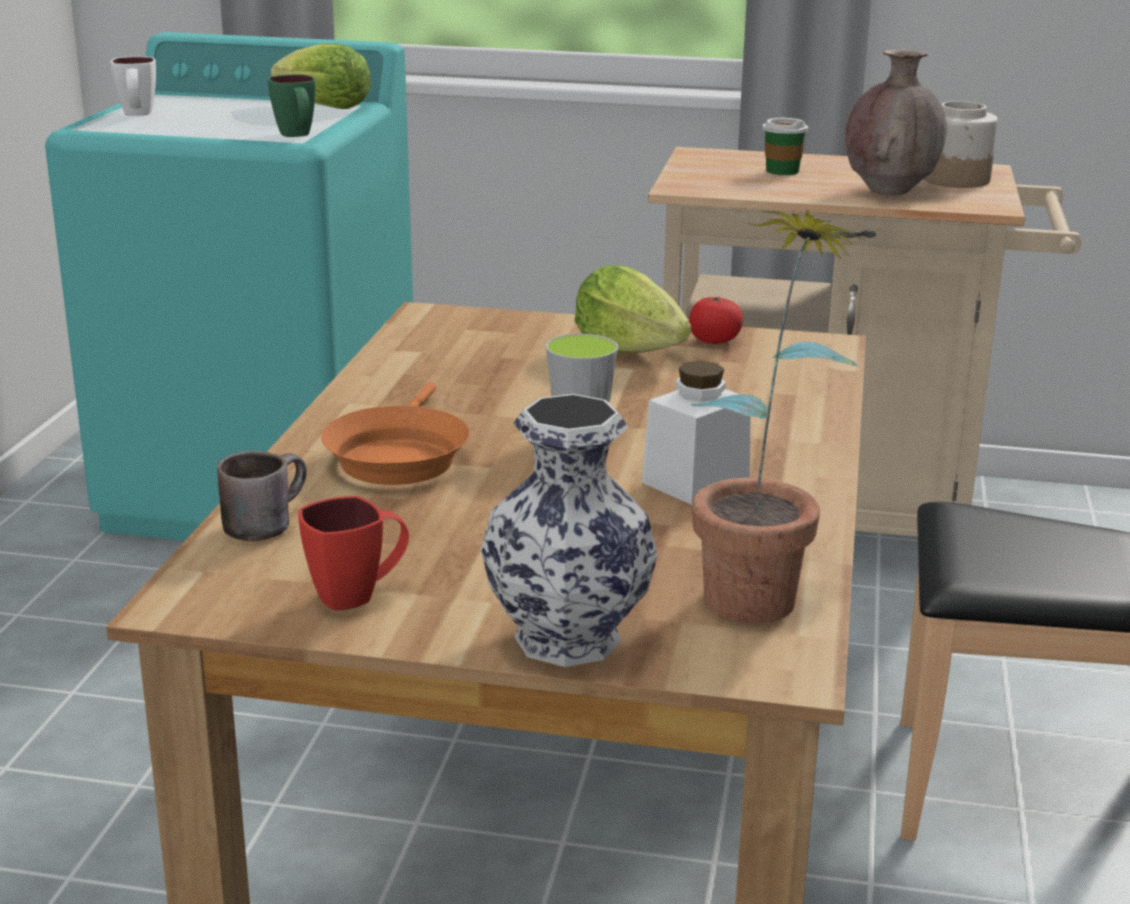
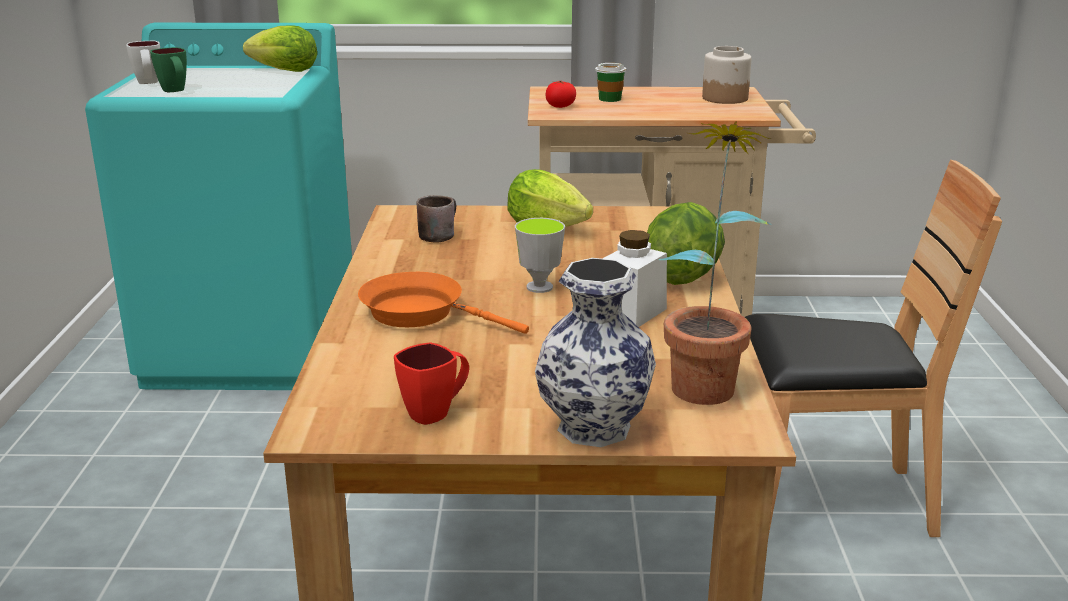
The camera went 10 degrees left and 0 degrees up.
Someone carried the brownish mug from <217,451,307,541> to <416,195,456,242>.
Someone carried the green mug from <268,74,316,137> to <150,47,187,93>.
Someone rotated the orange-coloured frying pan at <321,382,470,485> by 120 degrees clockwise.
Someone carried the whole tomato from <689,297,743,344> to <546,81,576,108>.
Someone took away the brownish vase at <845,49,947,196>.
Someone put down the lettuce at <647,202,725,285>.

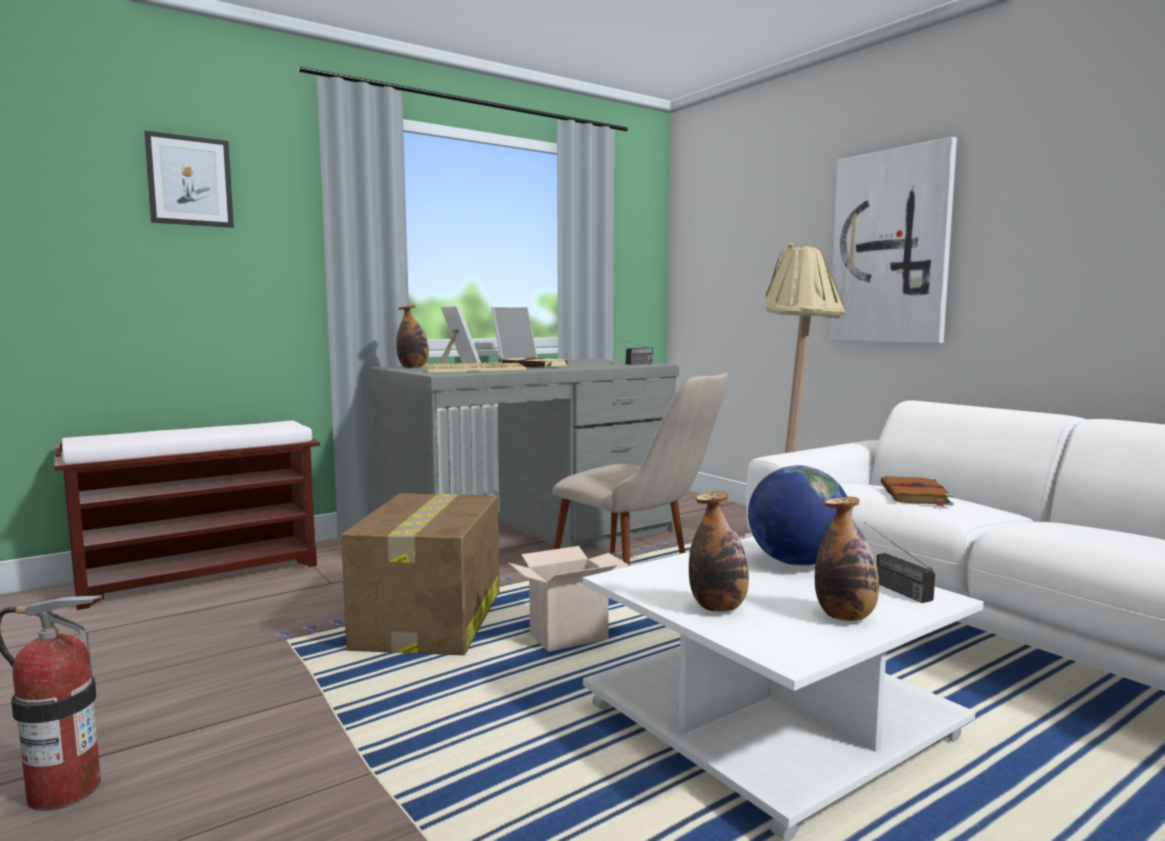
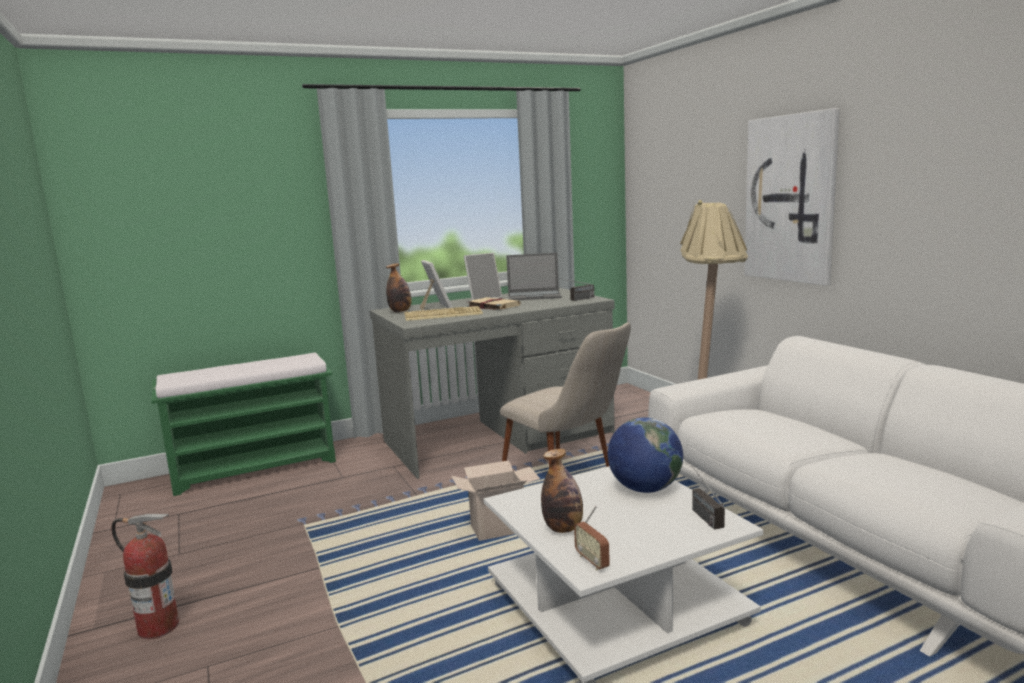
The camera went 10 degrees right and 5 degrees up.
Someone repainted the brownish long seat at <54,420,320,610>, which became the green long seat at <151,352,336,496>.
Someone took away the picture at <144,131,234,228>.
Someone took away the carton at <341,493,499,655>.
Someone took away the beverage bottle at <815,497,879,621>.
Someone took away the brownish volume at <881,476,954,507>.
Someone put down the notebook computer at <506,253,562,300>.
Someone put down the radio receiver at <574,506,610,570>.

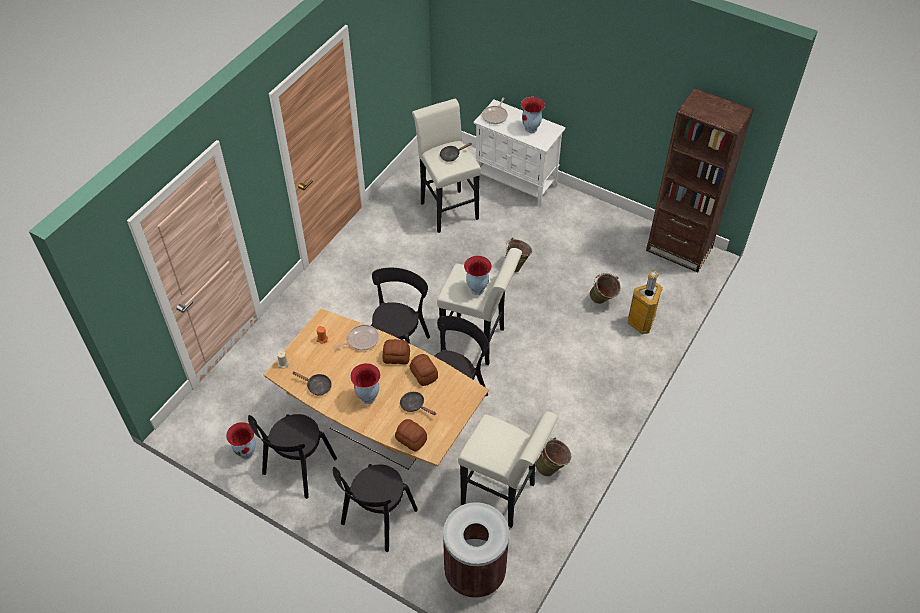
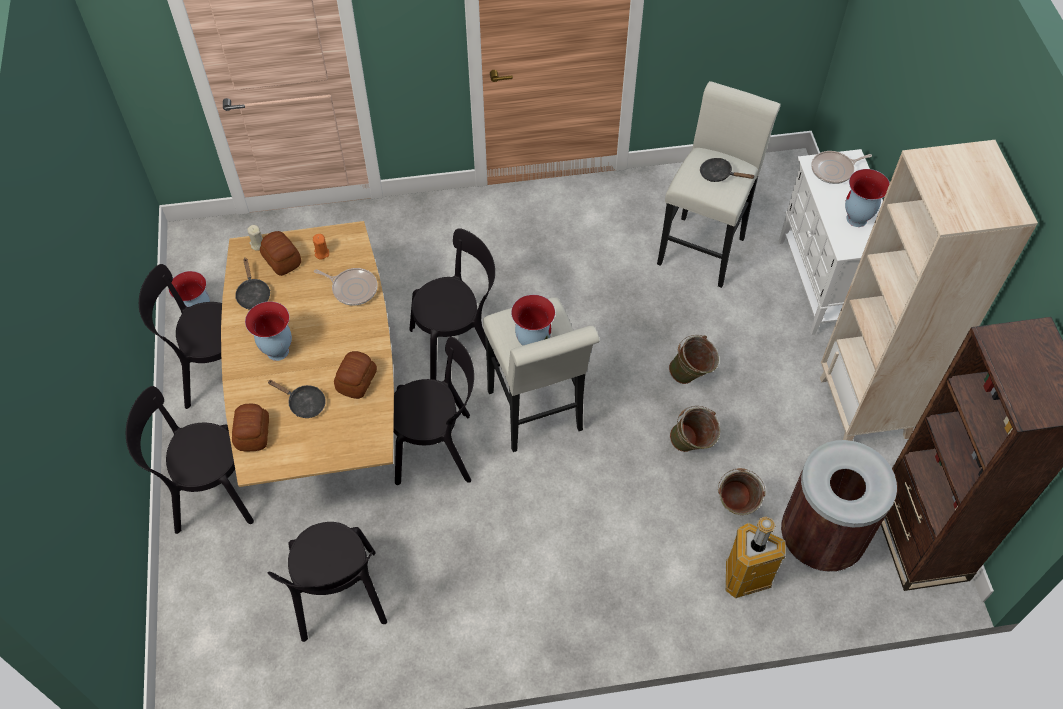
The camera went 50 degrees right and 5 degrees up.
Someone carried the baked bread from <383,339,410,365> to <260,231,301,276>.
Someone rotated the black-coloured frying pan at <400,392,436,415> by 120 degrees clockwise.
Someone carried the brownish trash can from <443,502,509,598> to <781,440,897,572>.
Someone swapped the whitish stool at <458,412,558,528> for the black-coloured upright chair at <268,522,387,642>.
Someone carried the green water bucket from <536,437,572,477> to <670,406,720,452>.
Someone put down the beige-coloured bookcase at <820,140,1038,441>.

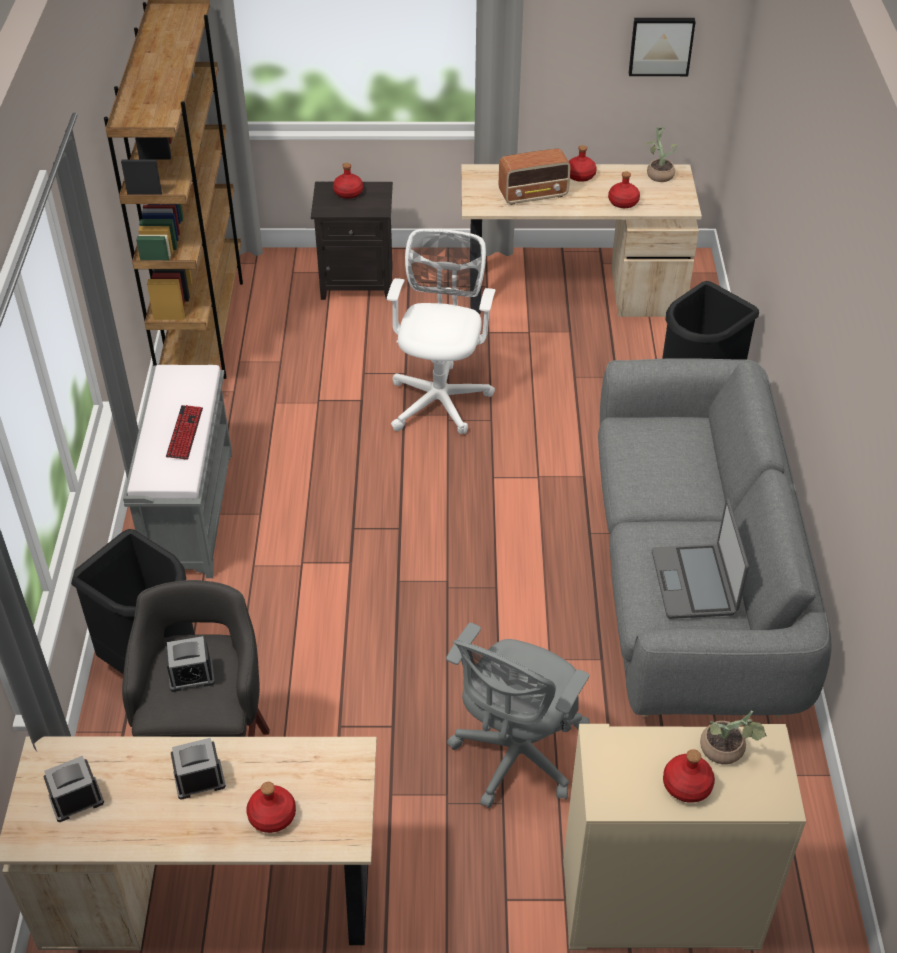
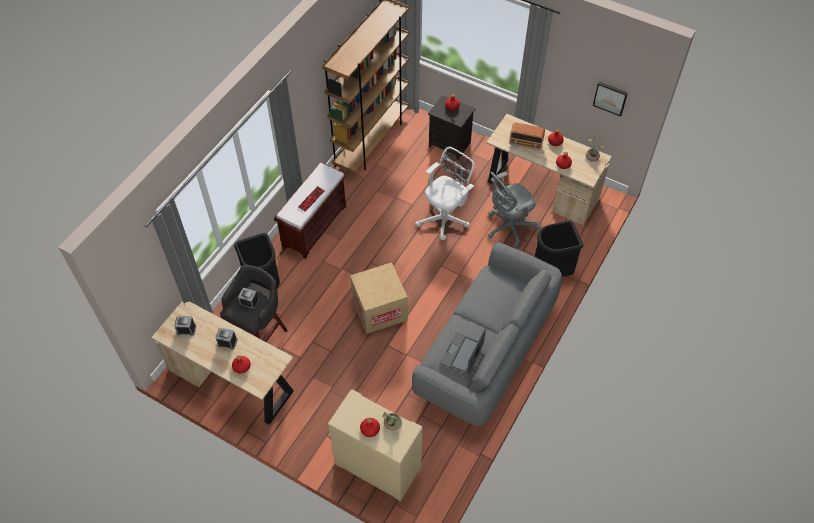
The camera went 30 degrees right and 10 degrees up.
Someone repainted the grey long seat at <123,365,232,578>, which became the brownish long seat at <274,162,346,259>.
Someone carried the grey office chair from <446,623,590,808> to <487,171,541,247>.
Someone put down the carton at <350,262,408,334>.

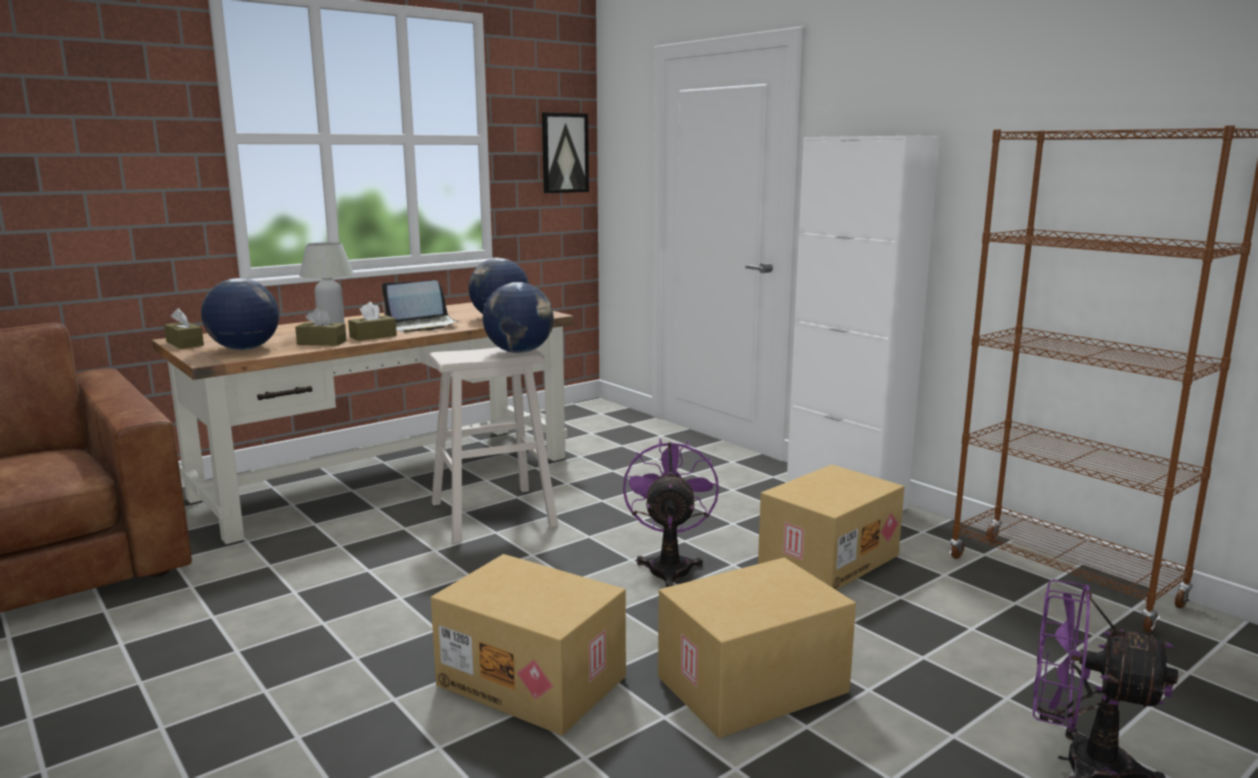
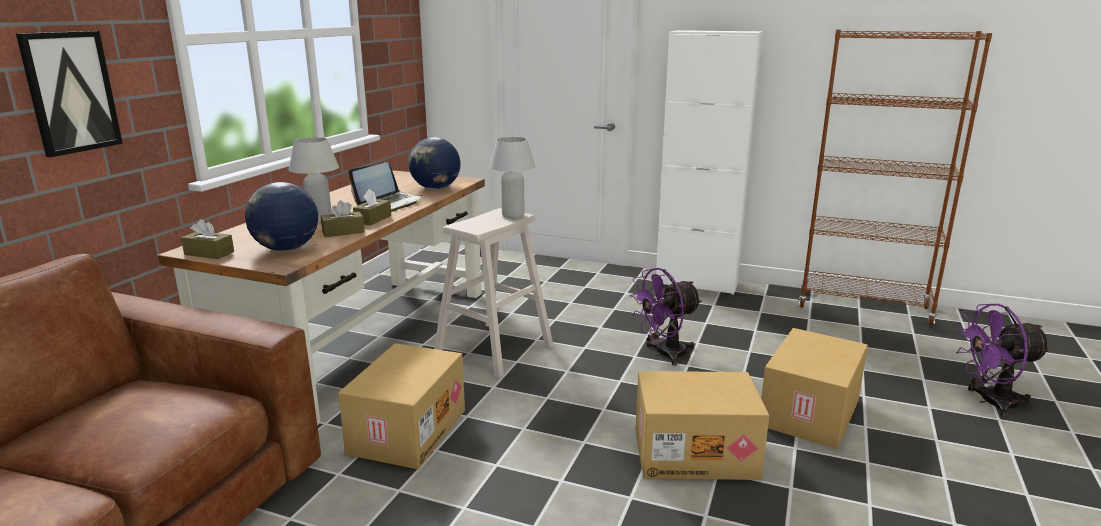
The camera went 30 degrees left and 5 degrees up.
Someone swapped the globe at <483,282,554,353> for the whitish tabletop lamp at <489,137,535,218>.
Someone carried the picture from <542,112,589,193> to <16,31,123,157>.
Someone rotated the purple-coloured electric fan at <623,438,719,588> by 90 degrees counterclockwise.
Someone carried the carton from <758,465,904,590> to <338,343,465,469>.

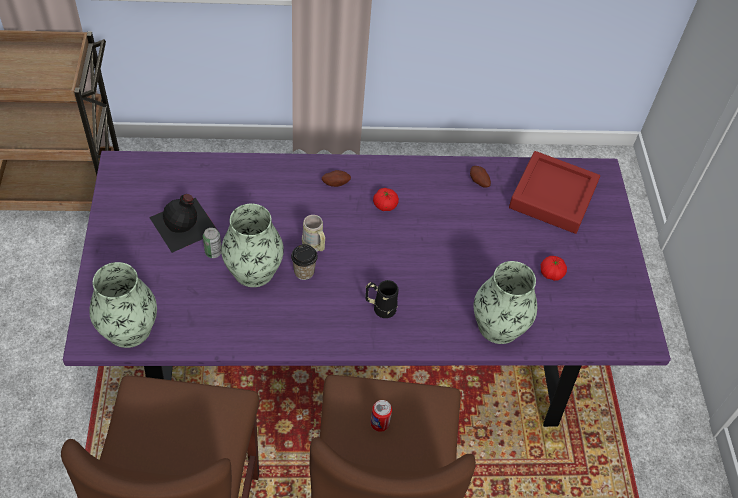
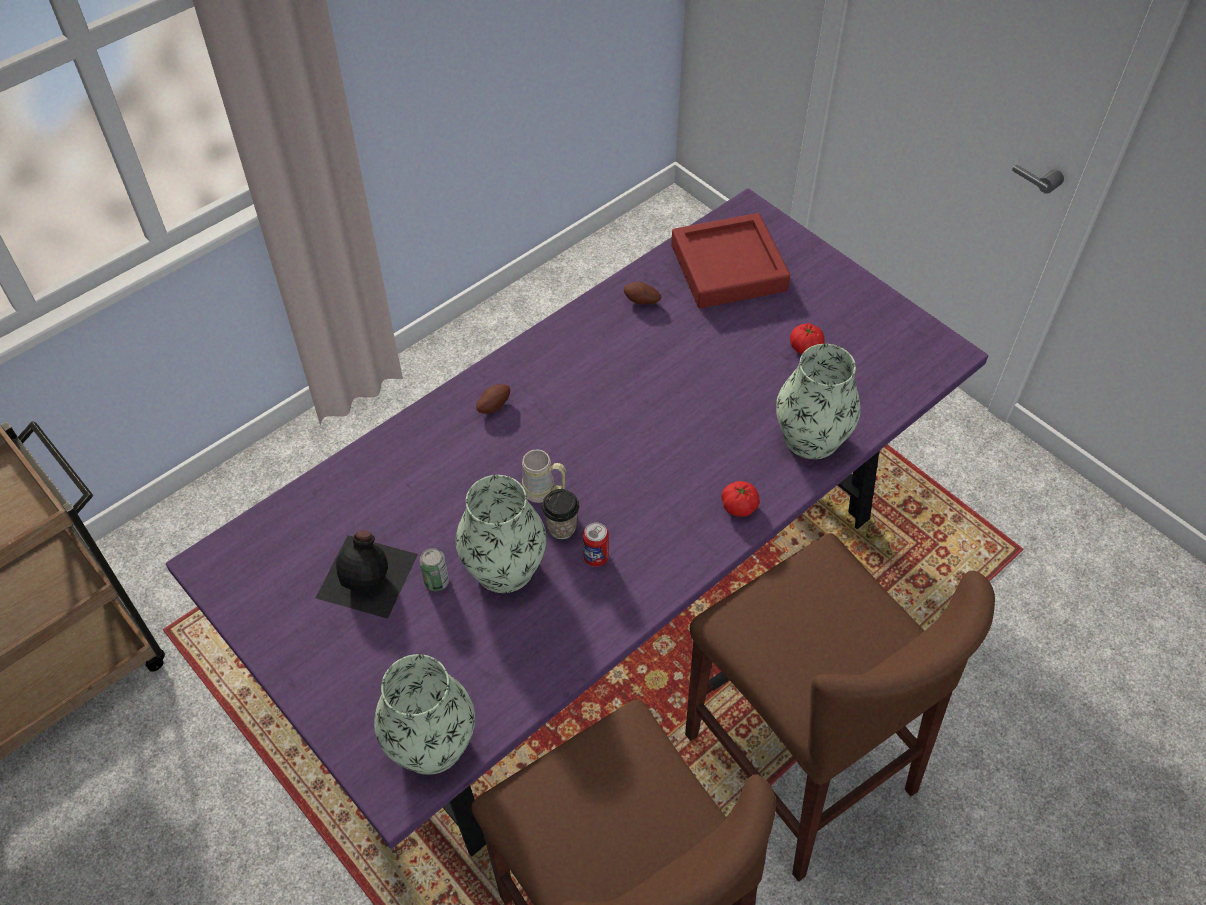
The camera went 35 degrees left and 0 degrees up.
Someone took away the black-coloured mug at <365,280,398,318>.
Someone carried the sealed can from <370,400,392,432> to <583,522,609,567>.
Someone carried the whole tomato from <373,188,399,211> to <721,481,760,517>.

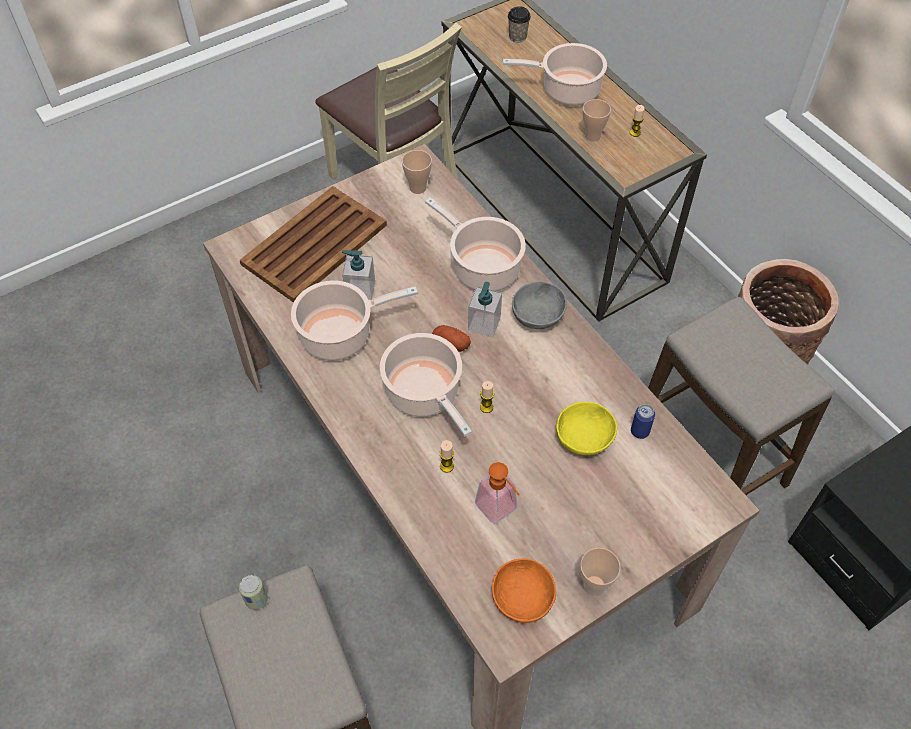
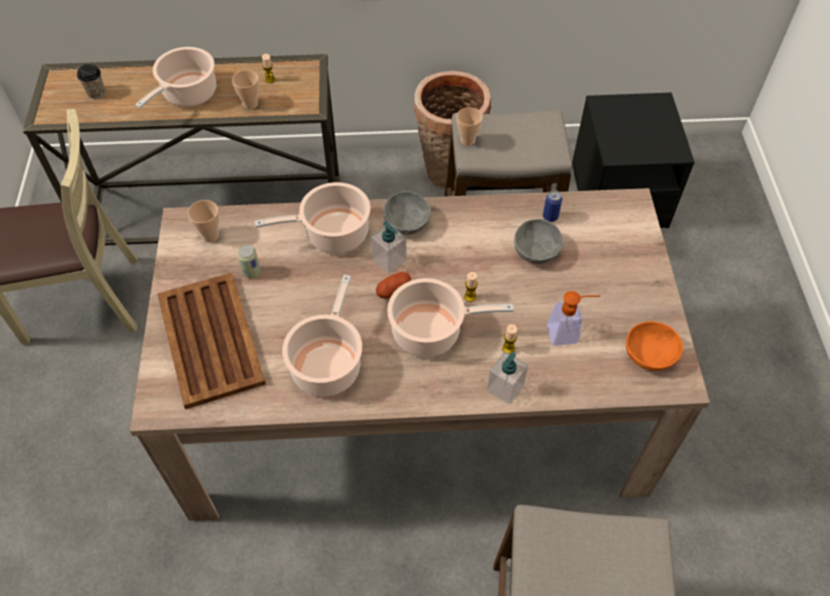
The camera went 60 degrees left and 0 degrees up.
Someone carried the sealed can from <239,575,268,610> to <237,245,260,278>.
Someone carried the soap bottle from <342,250,375,300> to <487,352,528,405>.
Someone repainted the yellowish deep dish at <556,402,617,456>, which became the grey deep dish at <514,219,563,264>.
Someone carried the small cup from <580,548,621,596> to <457,107,483,146>.

